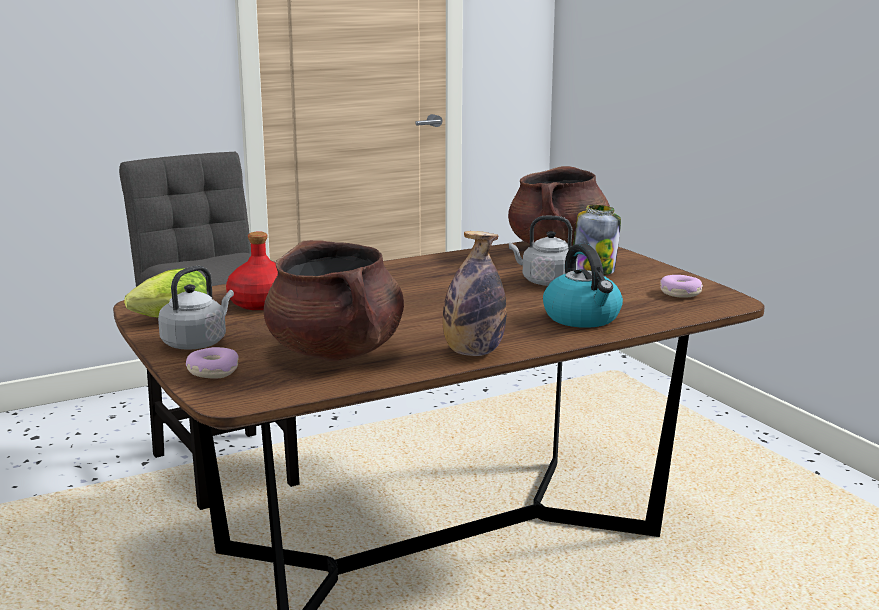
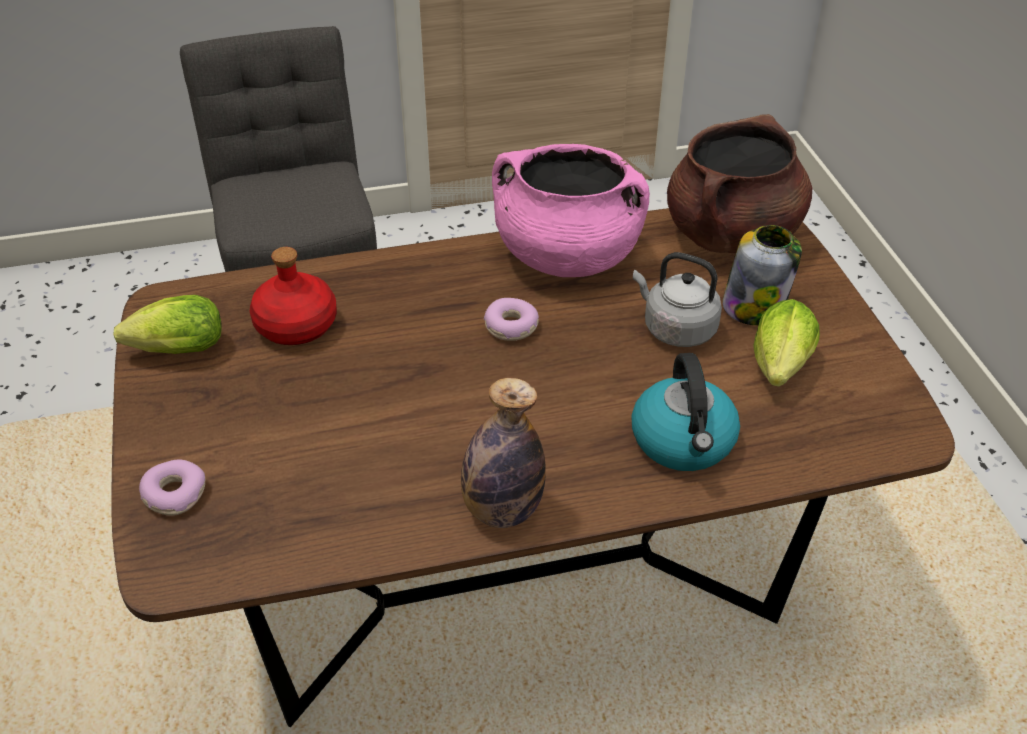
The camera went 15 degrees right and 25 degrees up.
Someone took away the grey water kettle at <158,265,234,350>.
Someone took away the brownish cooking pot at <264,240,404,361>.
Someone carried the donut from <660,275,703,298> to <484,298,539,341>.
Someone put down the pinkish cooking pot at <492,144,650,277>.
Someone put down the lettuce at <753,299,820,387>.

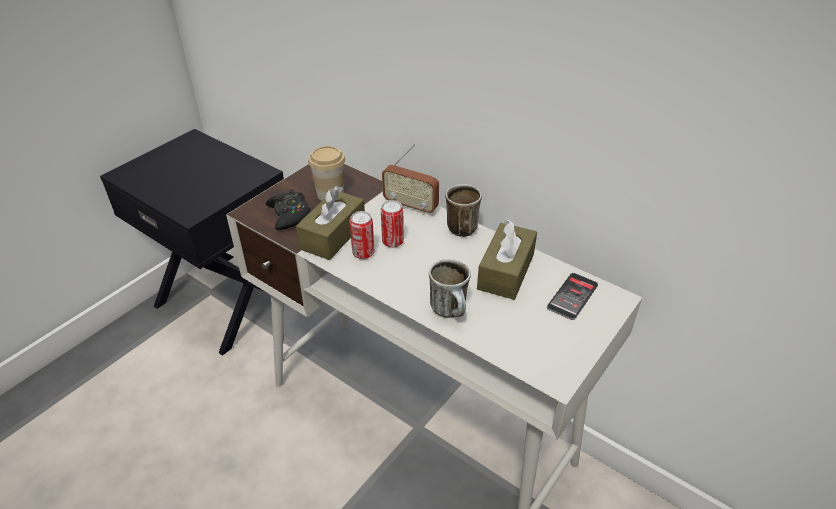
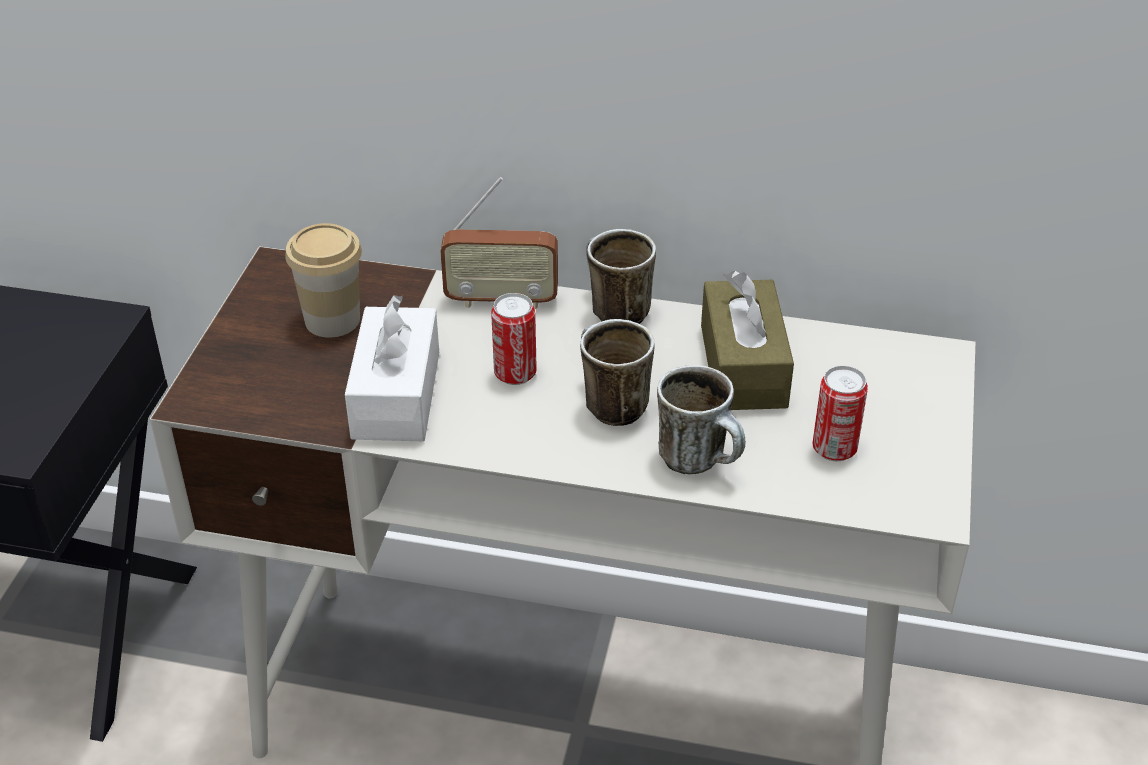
The camera went 25 degrees left and 0 degrees up.
Someone took away the black-coloured game controller at <266,190,311,230>.
Someone repainted the brownish tissue box at <296,186,365,260>, which became the whitish tissue box at <345,295,439,441>.
Someone carried the sealed can from <350,211,375,259> to <813,366,868,461>.
Someone took away the handset at <547,273,598,320>.
Someone put down the mug at <580,319,654,426>.

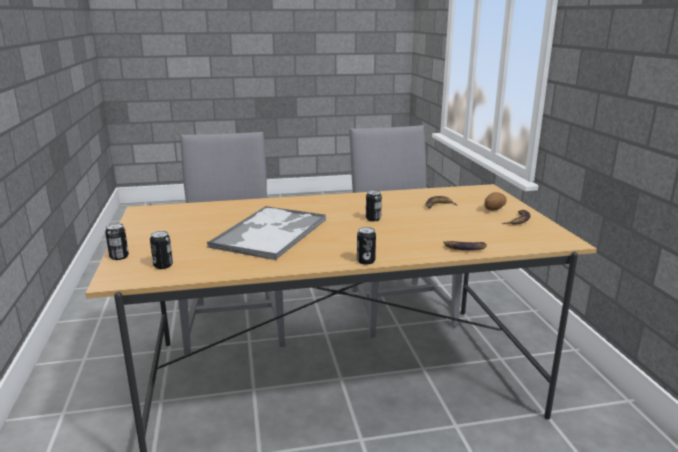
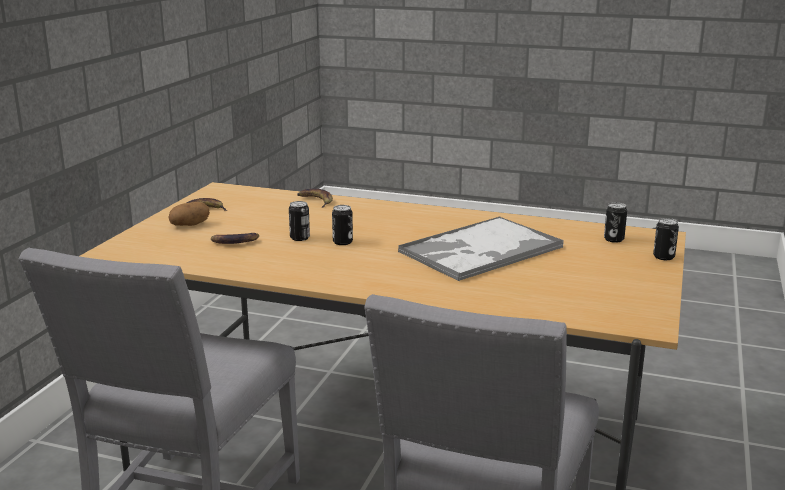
The camera went 150 degrees left and 0 degrees up.
Someone carried the sealed can from <357,227,376,264> to <289,201,310,241>.

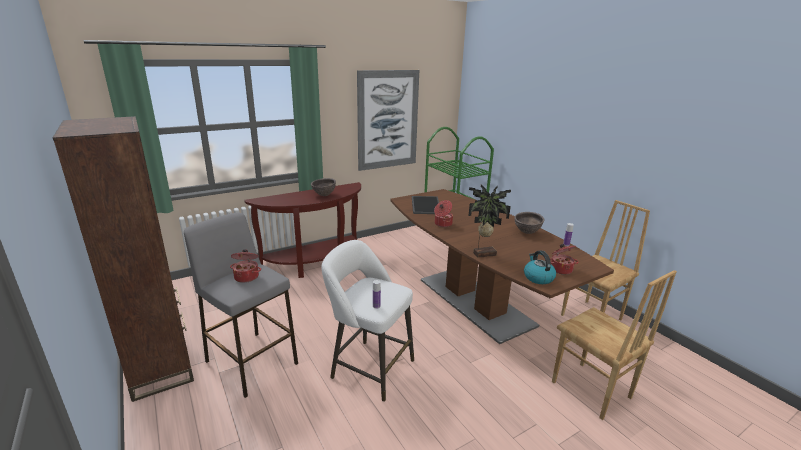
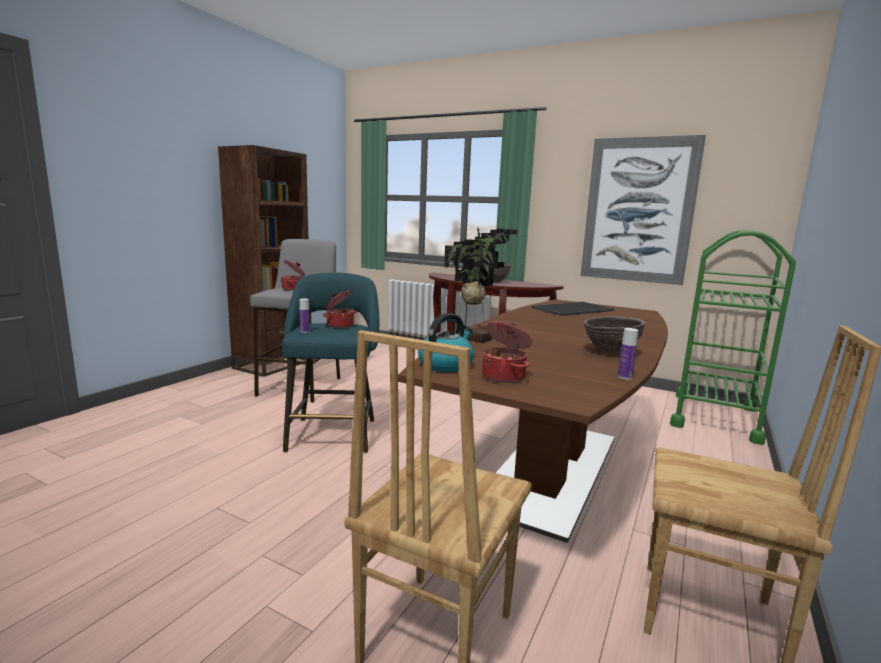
The camera went 60 degrees right and 10 degrees down.
Someone repainted the whitish stool at <322,240,414,402>, which became the turquoise stool at <282,272,379,453>.
Someone carried the cooking pot from <434,200,453,227> to <322,290,357,328>.

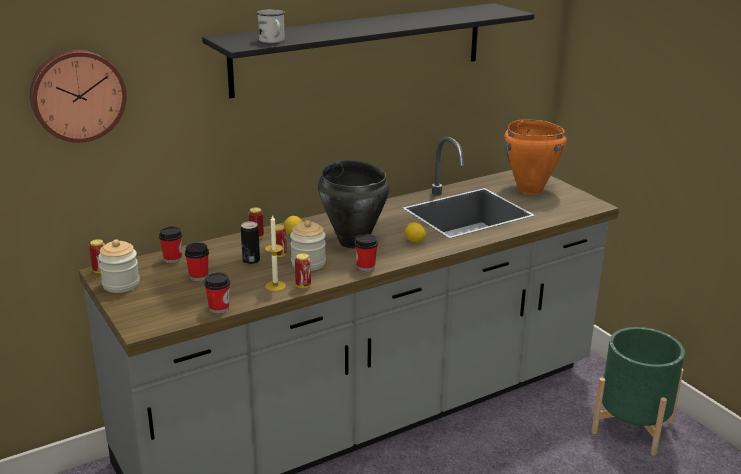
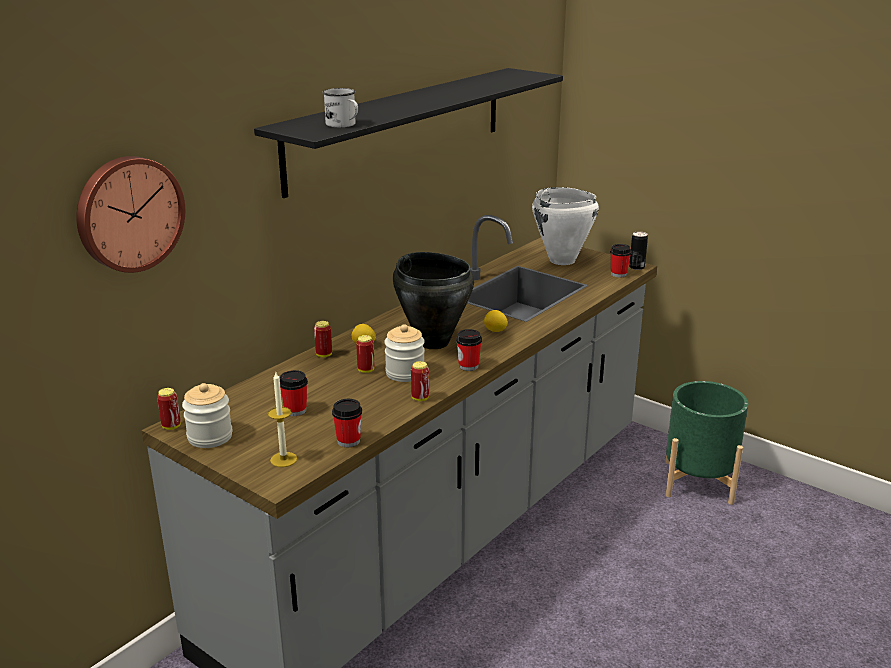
The camera went 20 degrees left and 0 degrees up.
Someone carried the small cup from <159,226,183,263> to <610,244,631,277>.
Someone carried the sealed can from <241,221,260,264> to <629,231,648,270>.
Someone carried the candle from <265,215,286,291> to <268,372,297,467>.
Someone repainted the orange-coloured cooking pot at <504,119,567,194>, which became the whitish cooking pot at <532,187,599,265>.

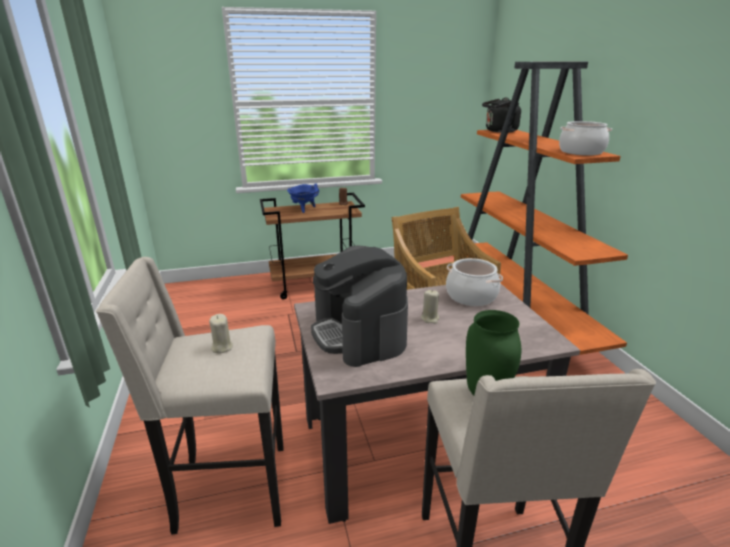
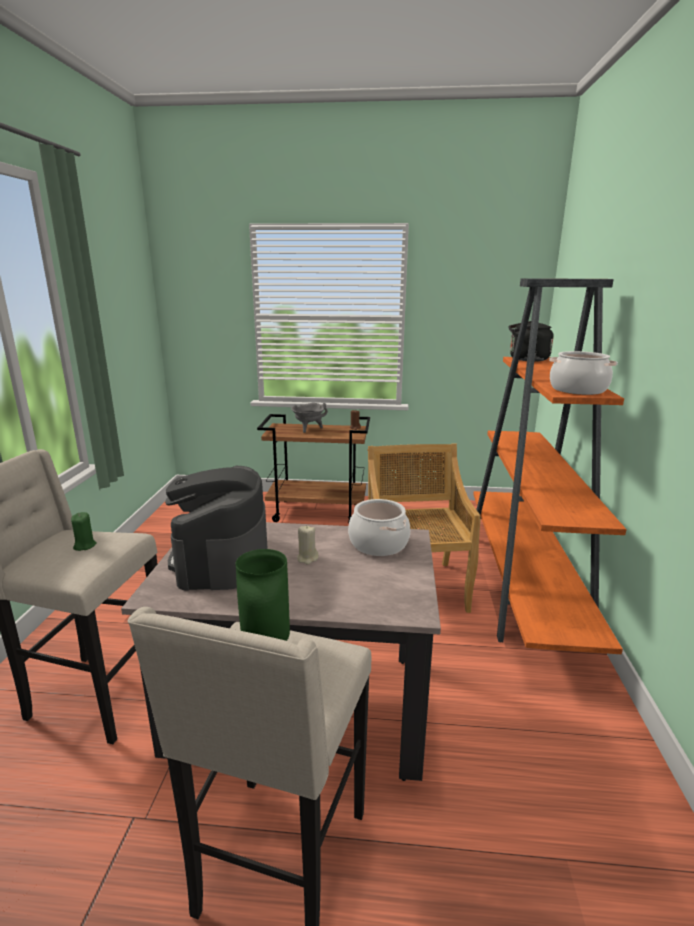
The camera went 20 degrees right and 5 degrees down.
Someone repainted the beige-coloured candle at <209,314,233,353>, which became the green candle at <71,512,97,551>.
Someone repainted the blue cooking pot at <287,183,319,213>, which became the grey cooking pot at <291,403,328,433>.

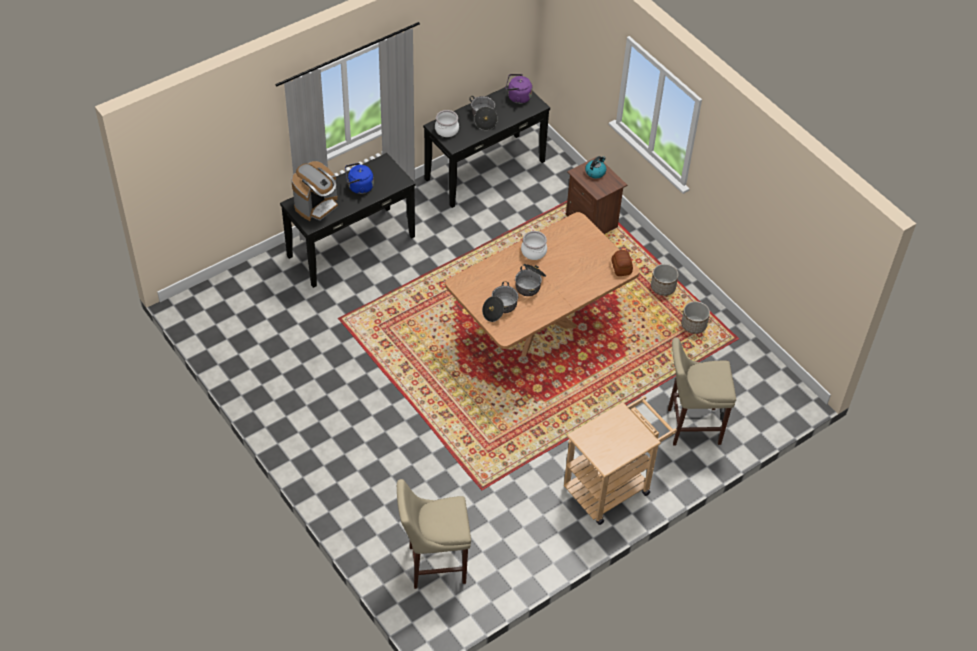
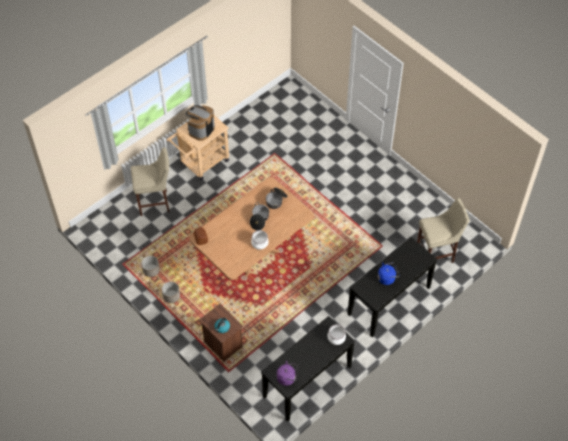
The camera went 175 degrees right and 5 degrees up.
Someone carried the coffee brewer from <291,161,338,221> to <186,105,215,141>.
Someone carried the beige-coloured stool from <397,479,471,589> to <417,198,470,263>.
Someone took away the cooking pot at <469,96,498,130>.

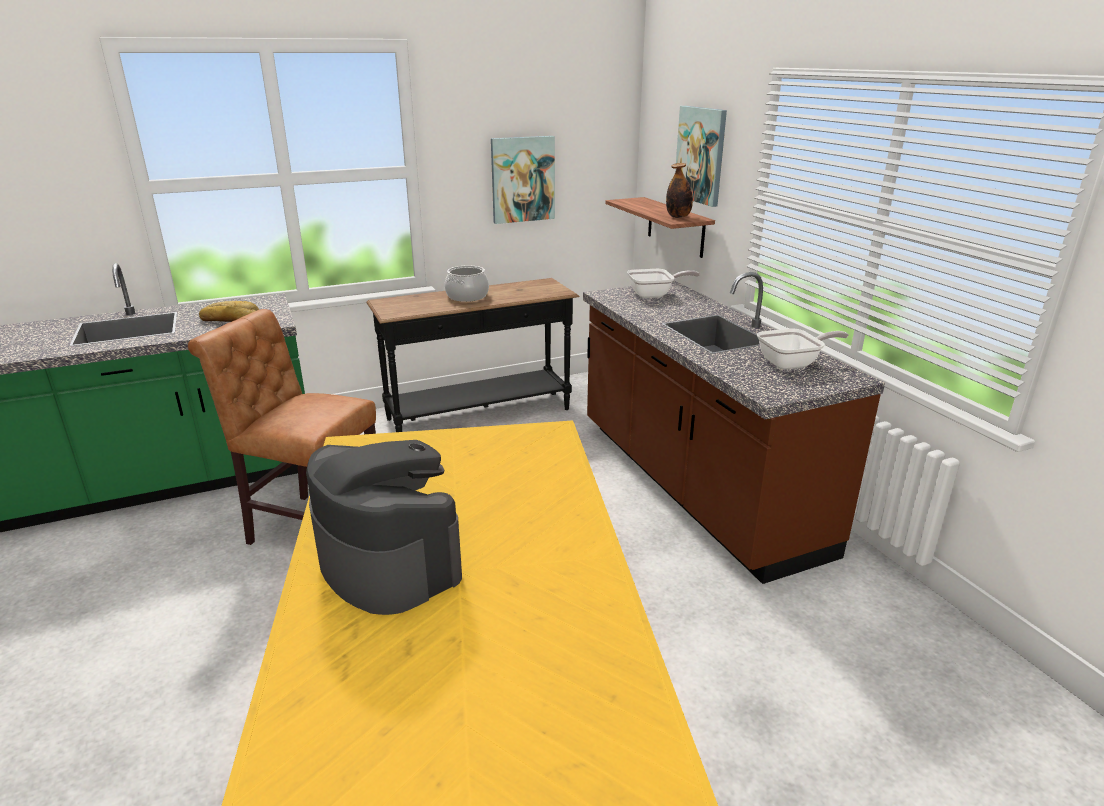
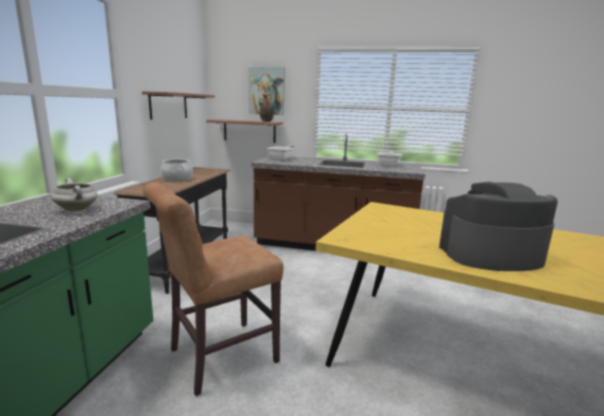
The camera went 55 degrees left and 10 degrees down.
Someone swapped the baked bread at <199,301,259,322> for the whitish cooking pot at <51,178,98,212>.
Someone swapped the picture at <491,136,555,224> for the wall shelf at <142,91,215,120>.

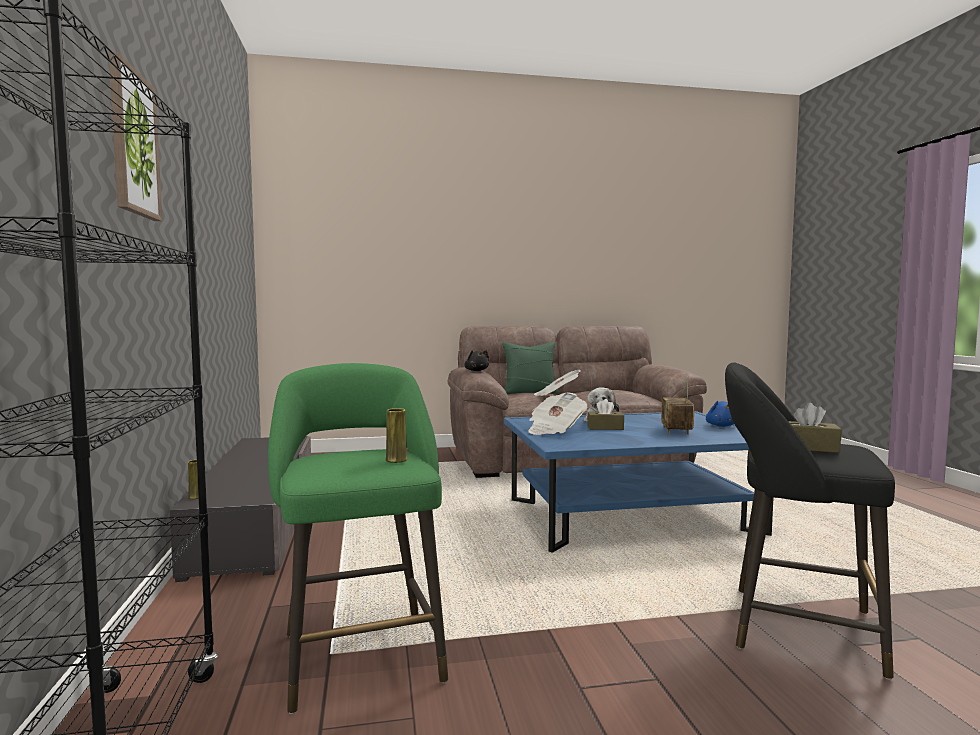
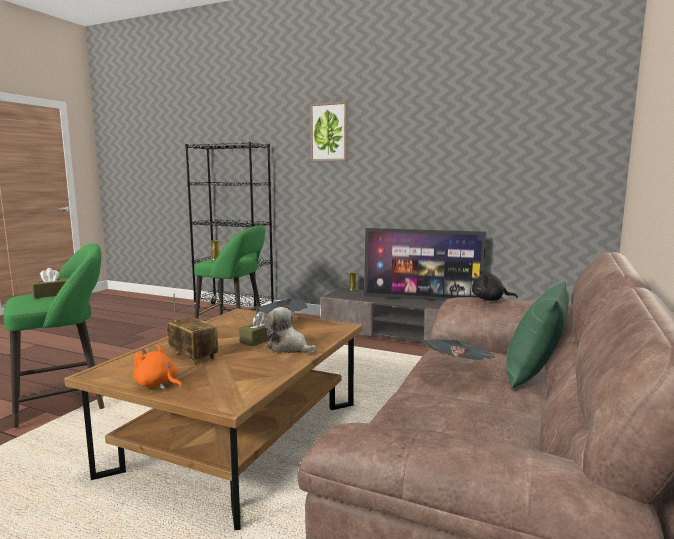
The camera went 125 degrees right and 5 degrees up.
Someone repainted the blue low table at <504,411,773,553>, which became the brownish low table at <64,309,363,530>.
Someone repainted the blue plush toy at <706,401,734,427>, which became the orange-coloured plush toy at <133,344,183,390>.
Someone repainted the black-coloured stool at <725,362,895,680>, which became the green stool at <4,244,104,429>.
Someone put down the TV set at <364,228,486,301>.

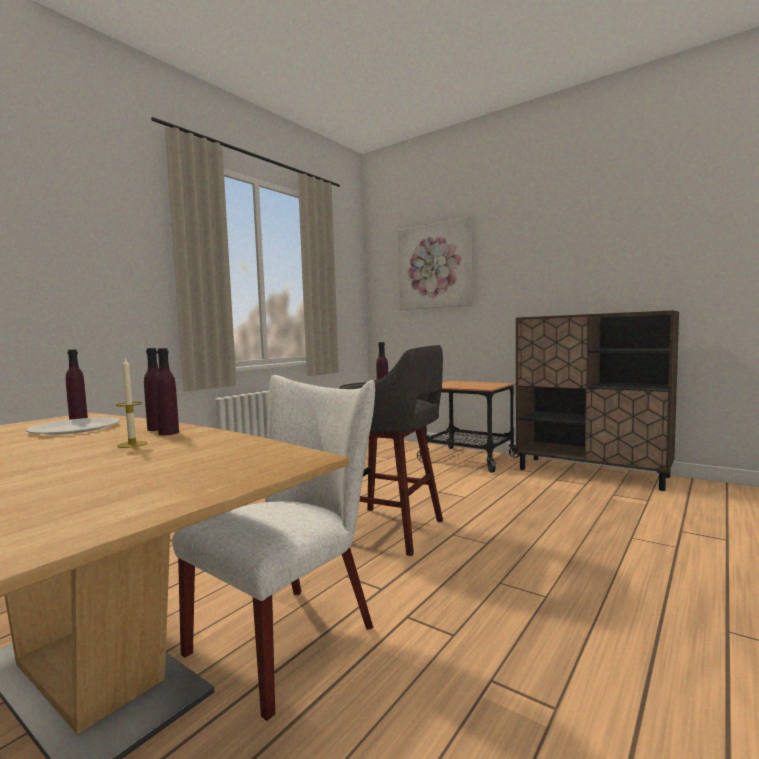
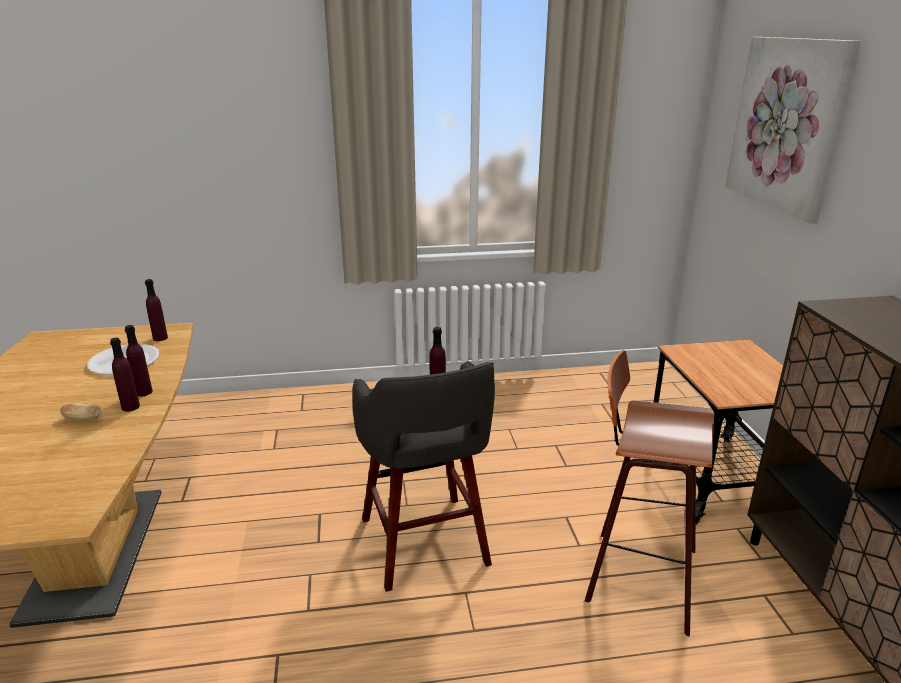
The camera went 45 degrees right and 20 degrees up.
Someone swapped the candle at <116,357,147,448> for the baked bread at <60,403,101,420>.
Someone took away the whitish upright chair at <172,375,375,721>.
Someone put down the stool at <585,350,714,637>.

